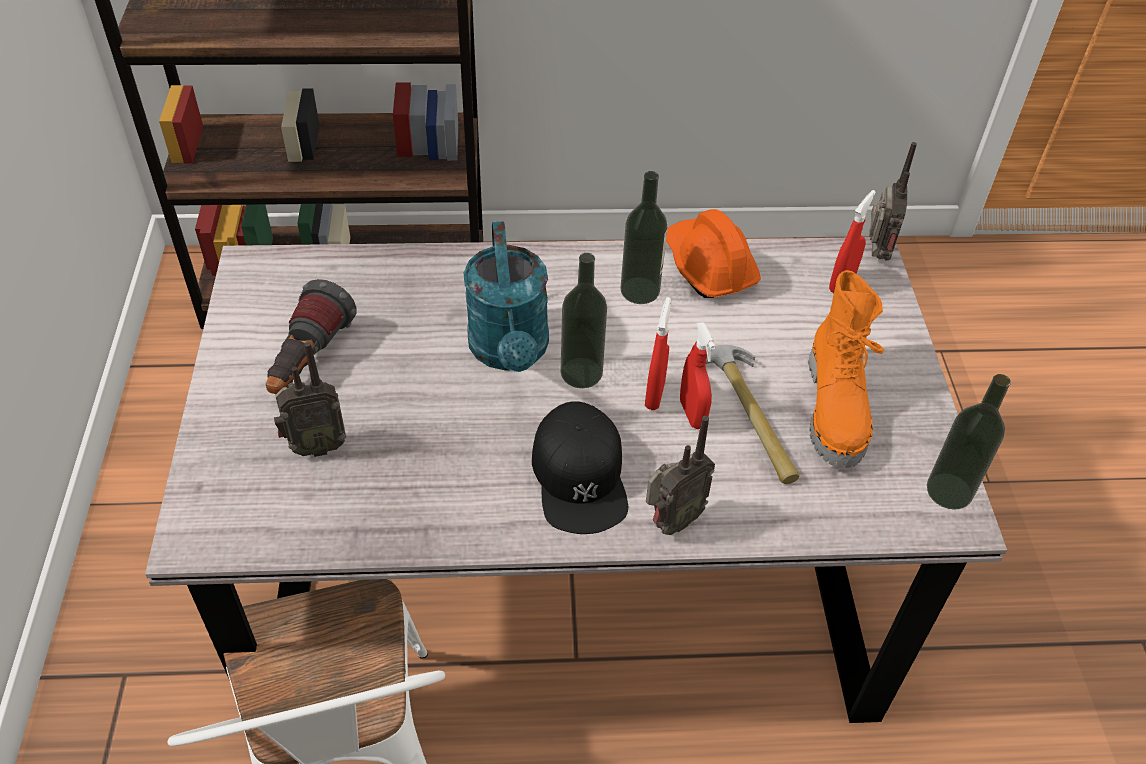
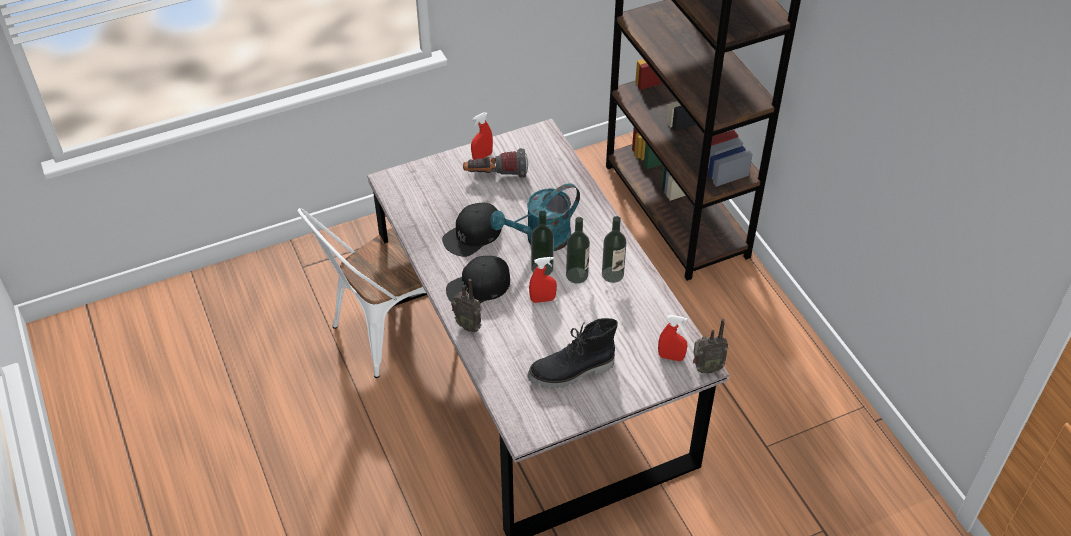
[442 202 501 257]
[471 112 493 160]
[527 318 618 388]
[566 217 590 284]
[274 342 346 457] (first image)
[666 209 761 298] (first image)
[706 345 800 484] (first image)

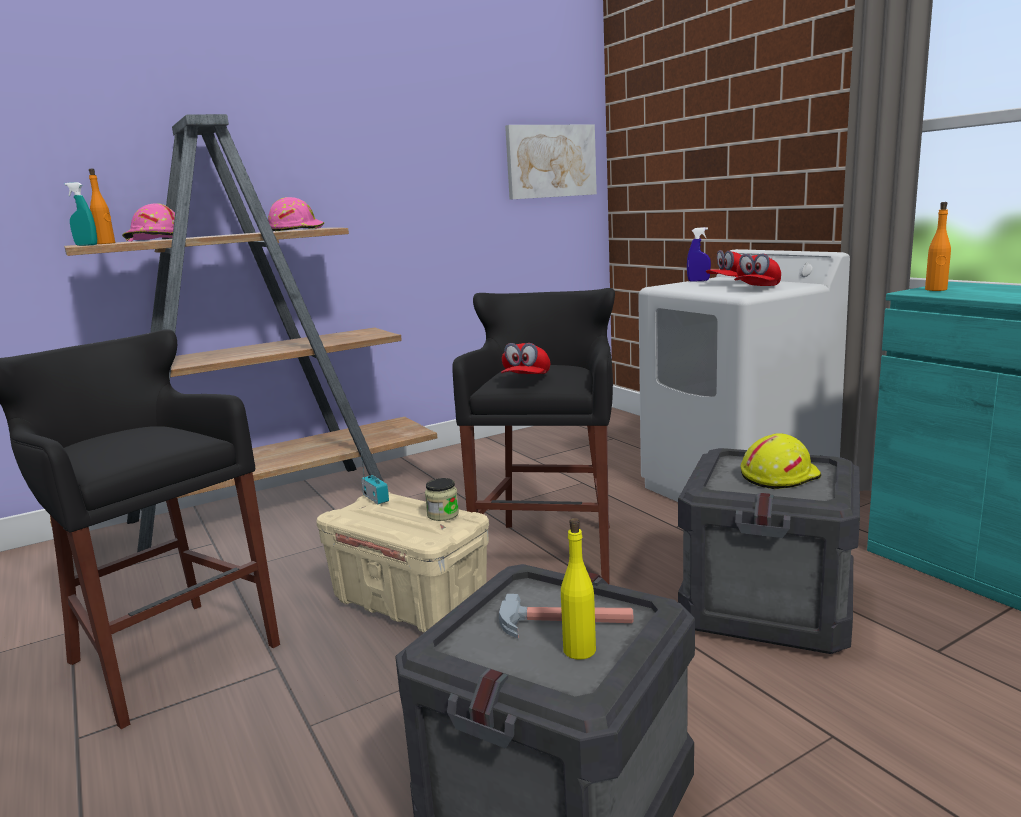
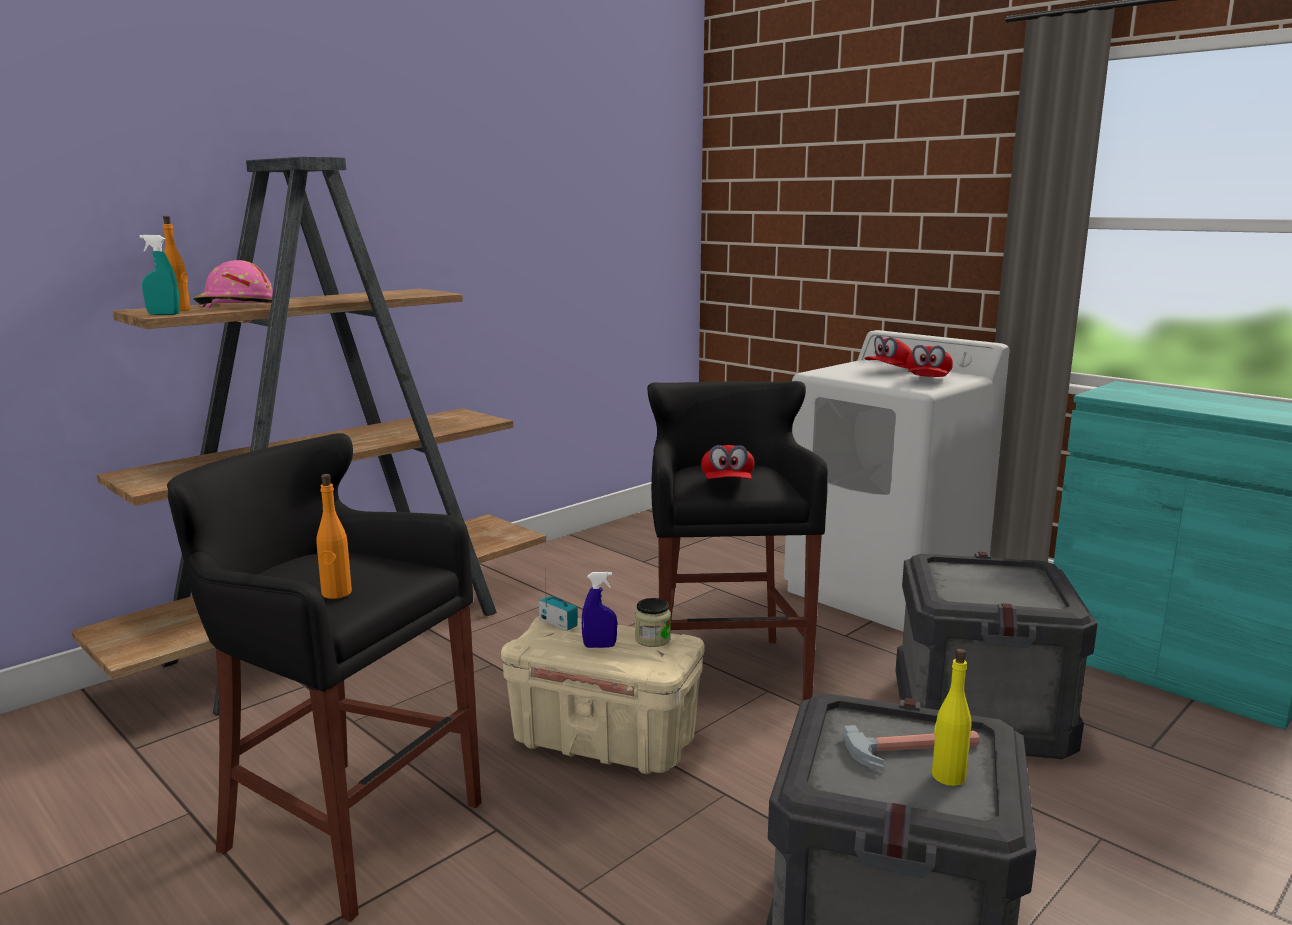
[316 474 352 599]
[582 572 617 648]
[268 197 324 231] (first image)
[505 125 597 200] (first image)
[741 433 822 489] (first image)

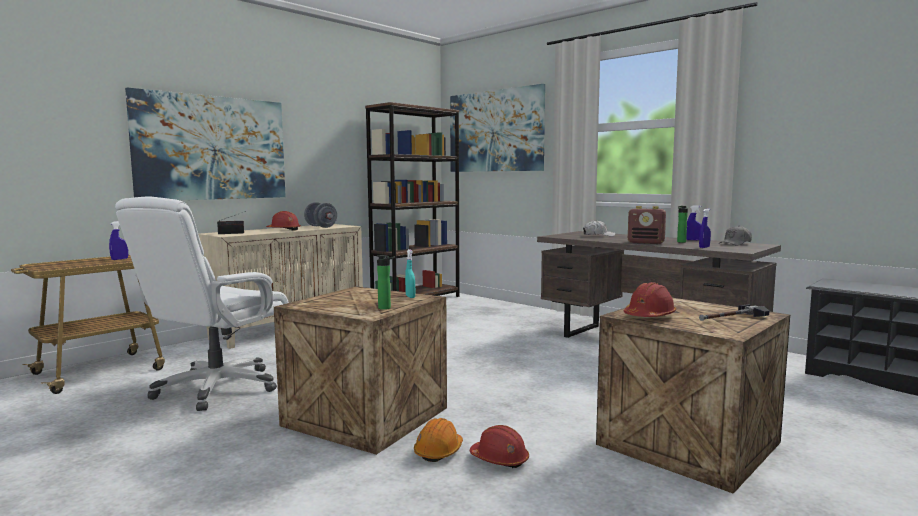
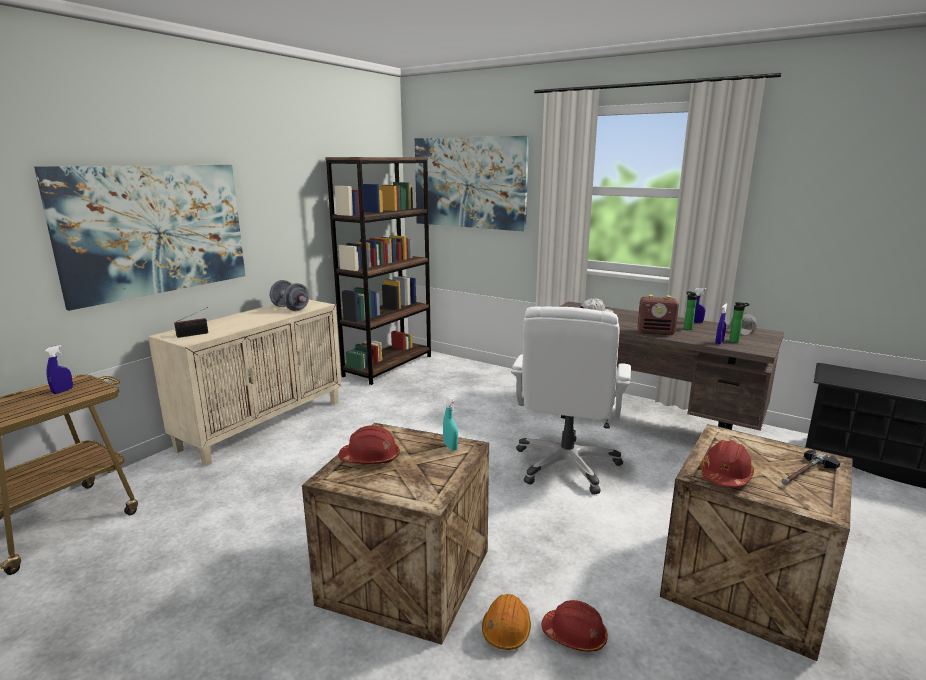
[338 425 400 464]
[511 307 631 495]
[729 302 750 343]

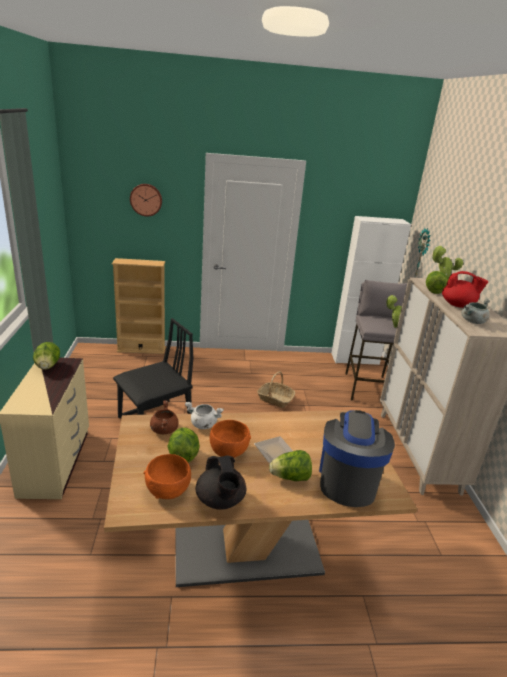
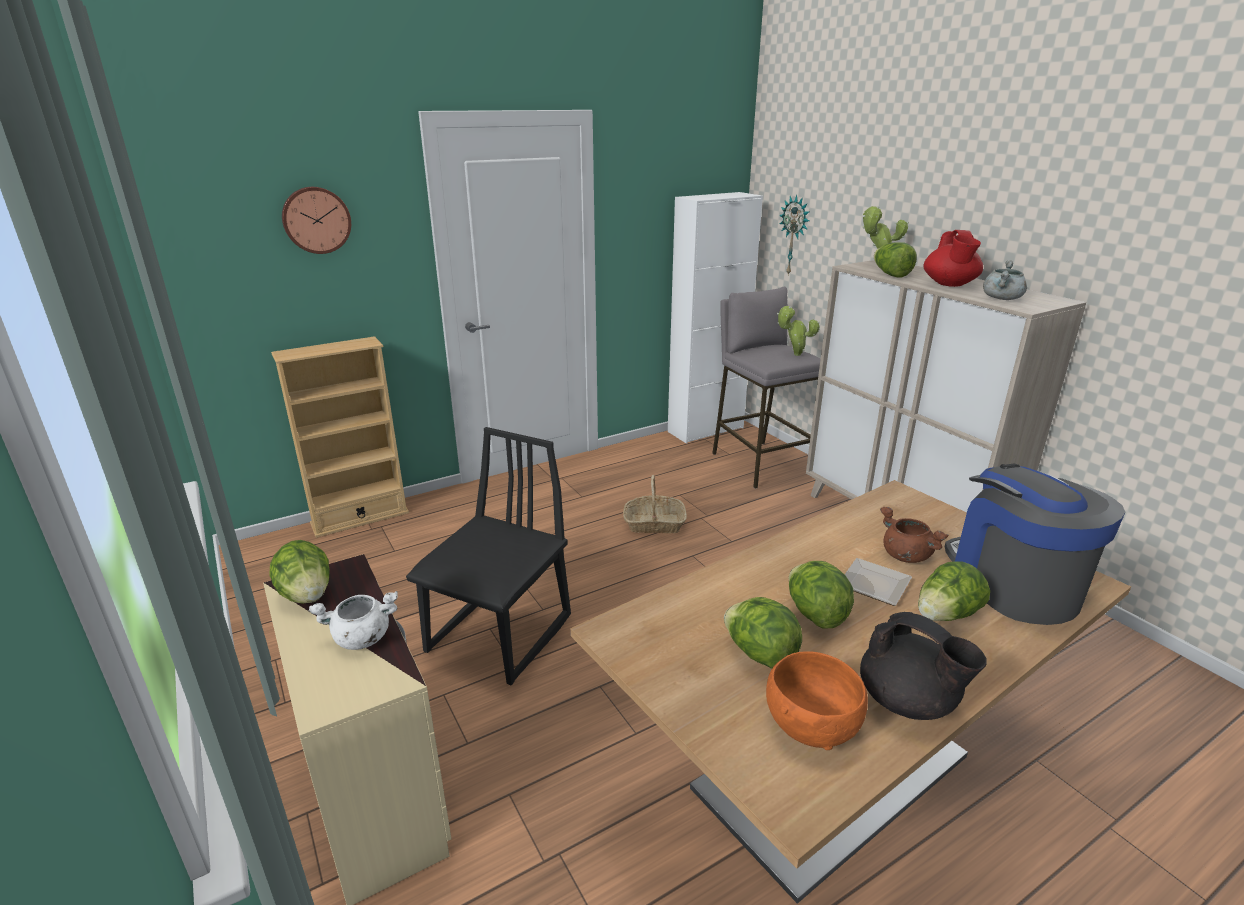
[308 591 398 650]
[789 561 854 629]
[880 507 949 563]
[923 230 983 287]

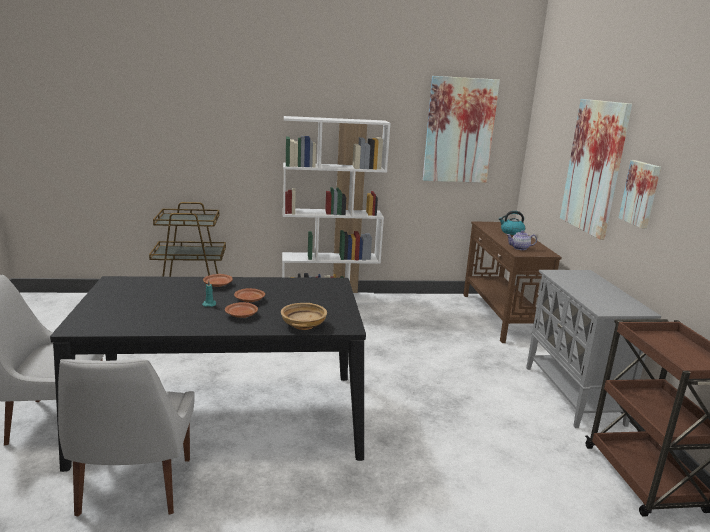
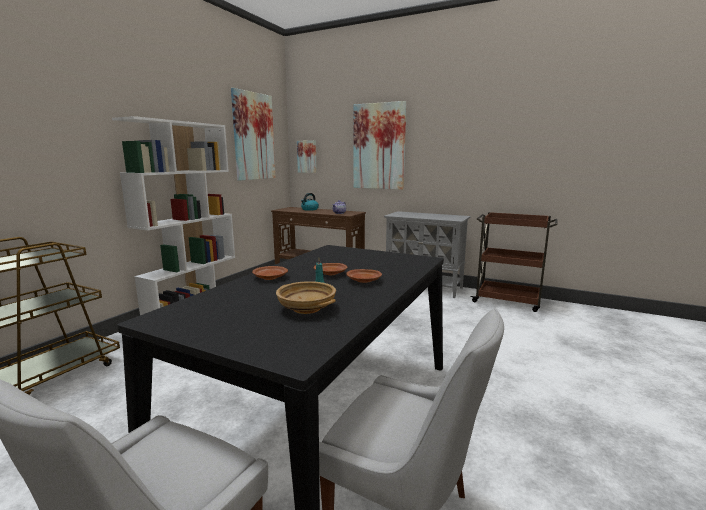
[276 281 336 314]
[297 140 317 173]

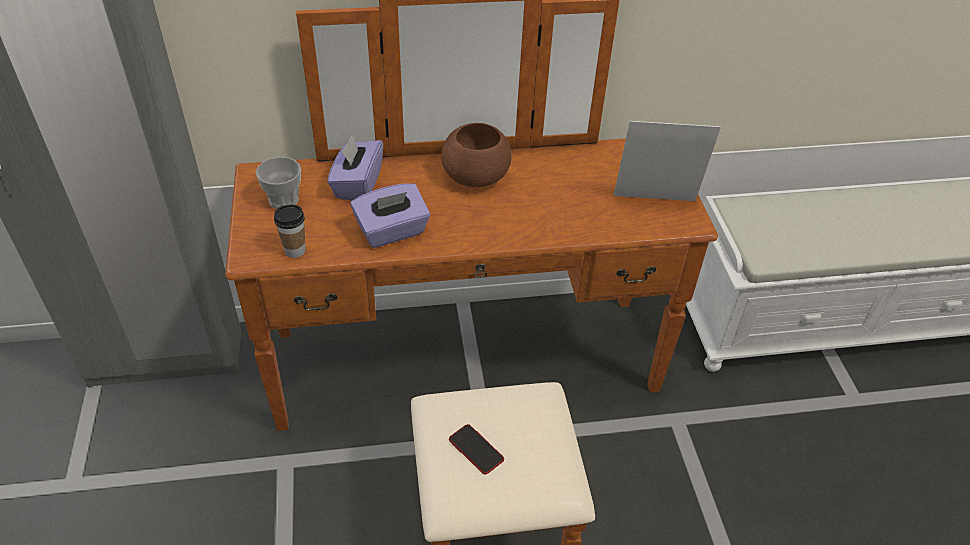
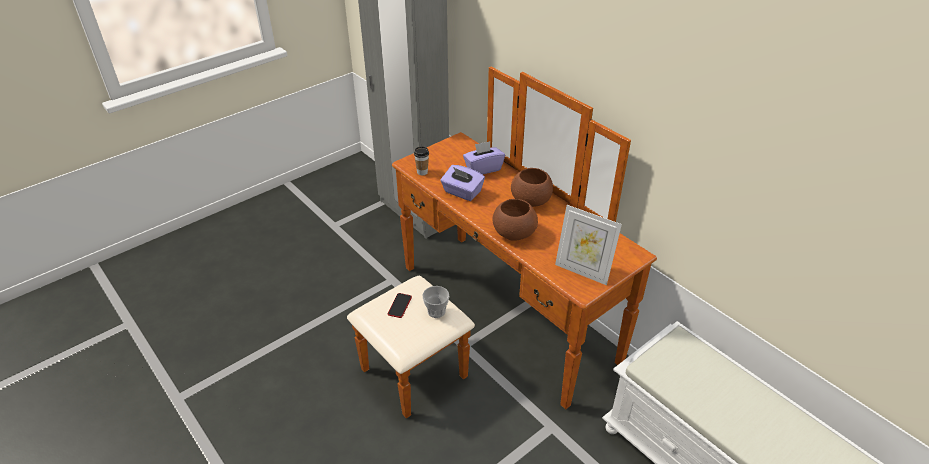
[422 286 449 318]
[493 199 538 241]
[555 205 622 285]

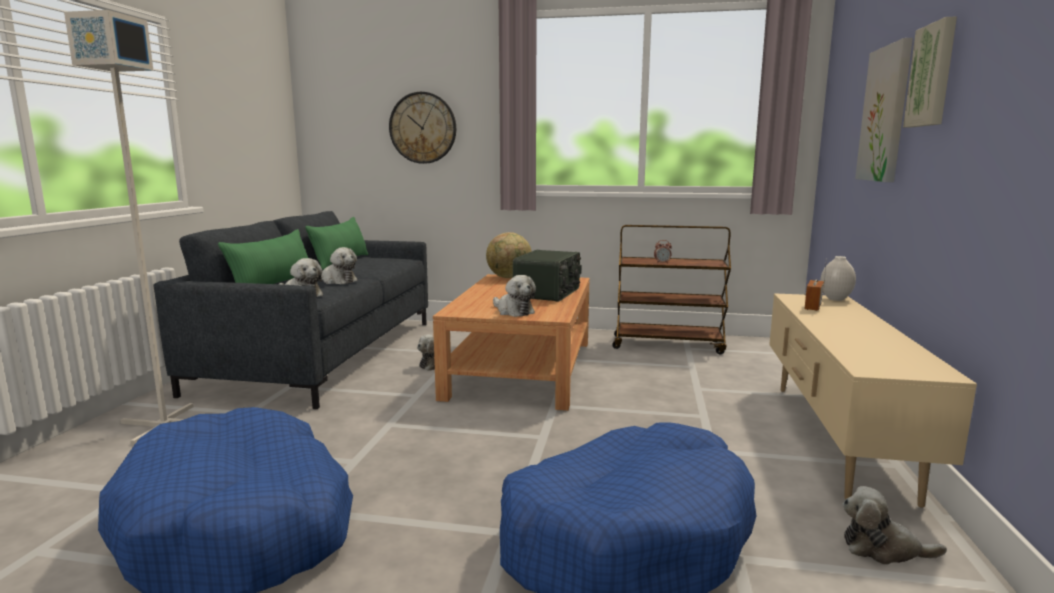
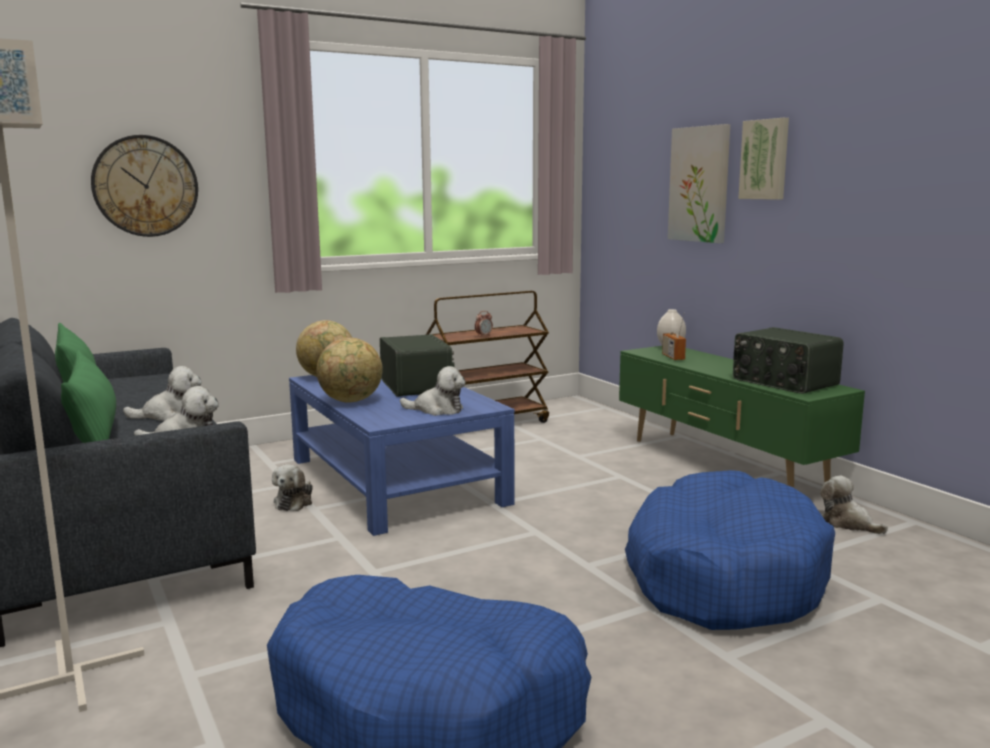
[289 375 515 536]
[316 338 383 403]
[619 346 865 488]
[733 327 844 394]
[820 476 888 534]

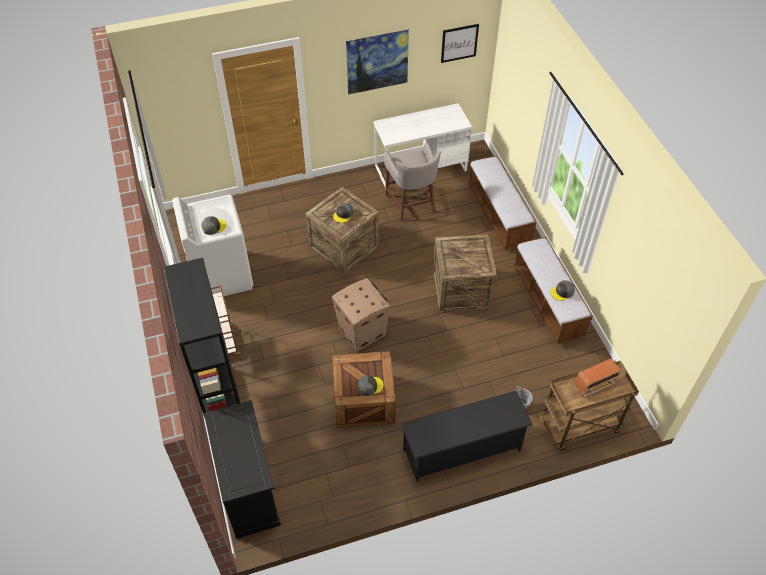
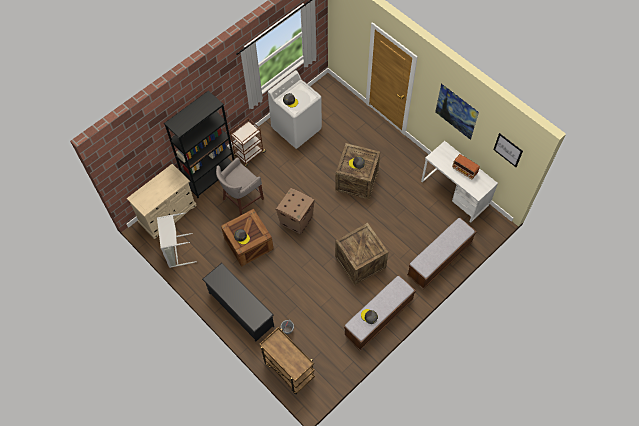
[127 164 197 239]
[157 213 197 268]
[216 157 264 216]
[452 154 480 179]

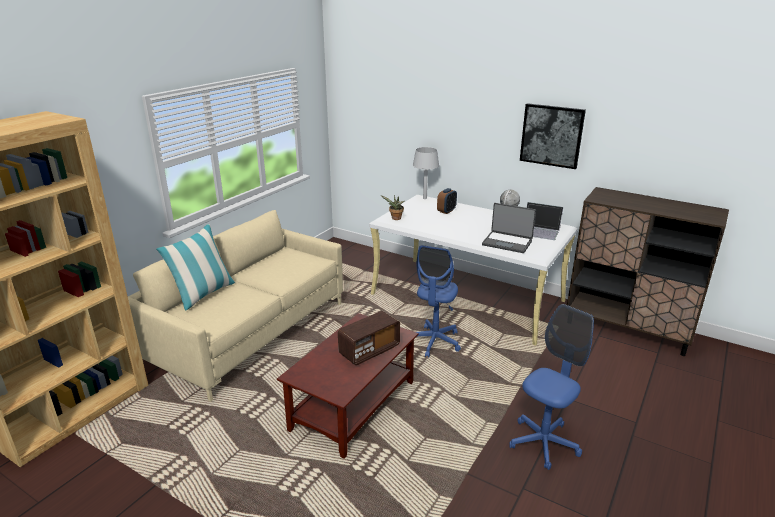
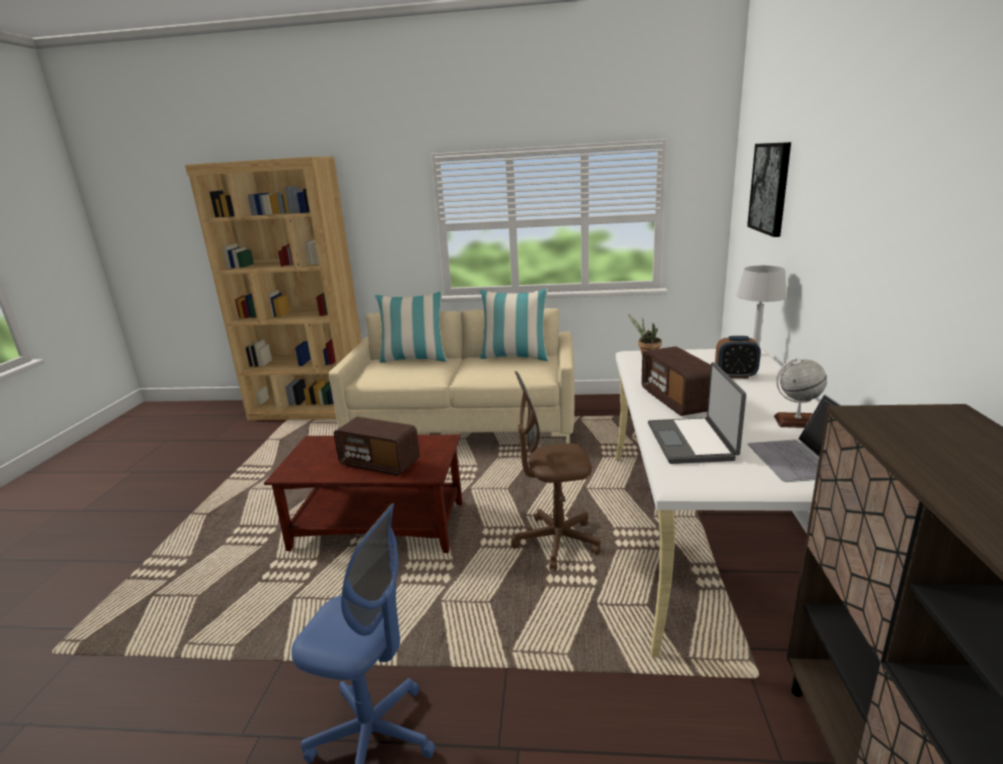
[479 289 549 361]
[511 371 601 571]
[641 346 711 416]
[747 142 791 237]

